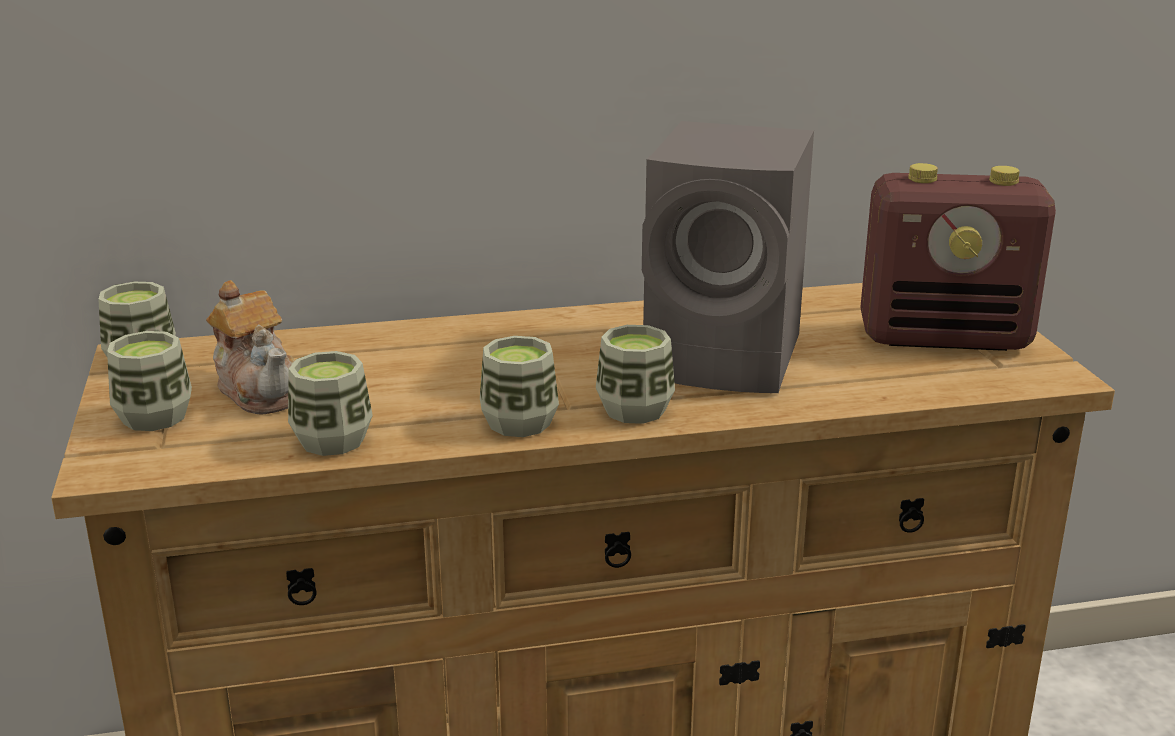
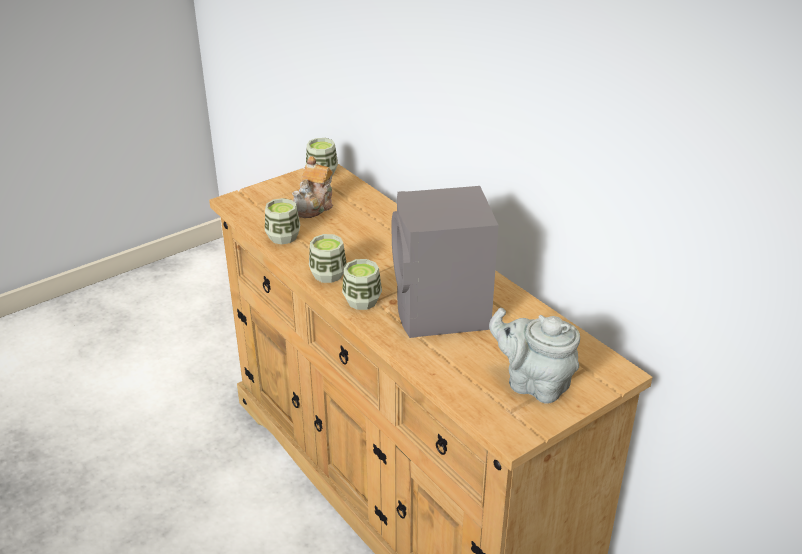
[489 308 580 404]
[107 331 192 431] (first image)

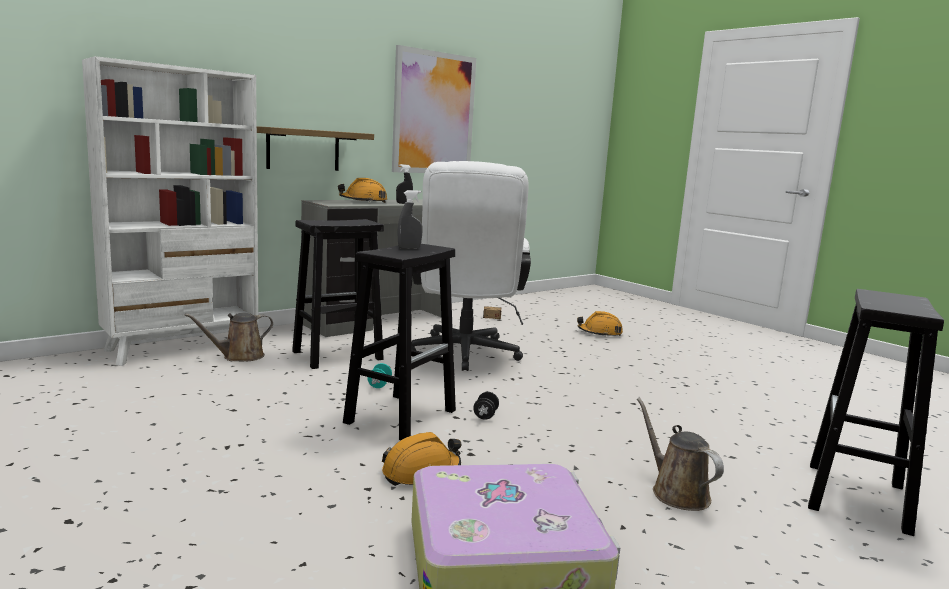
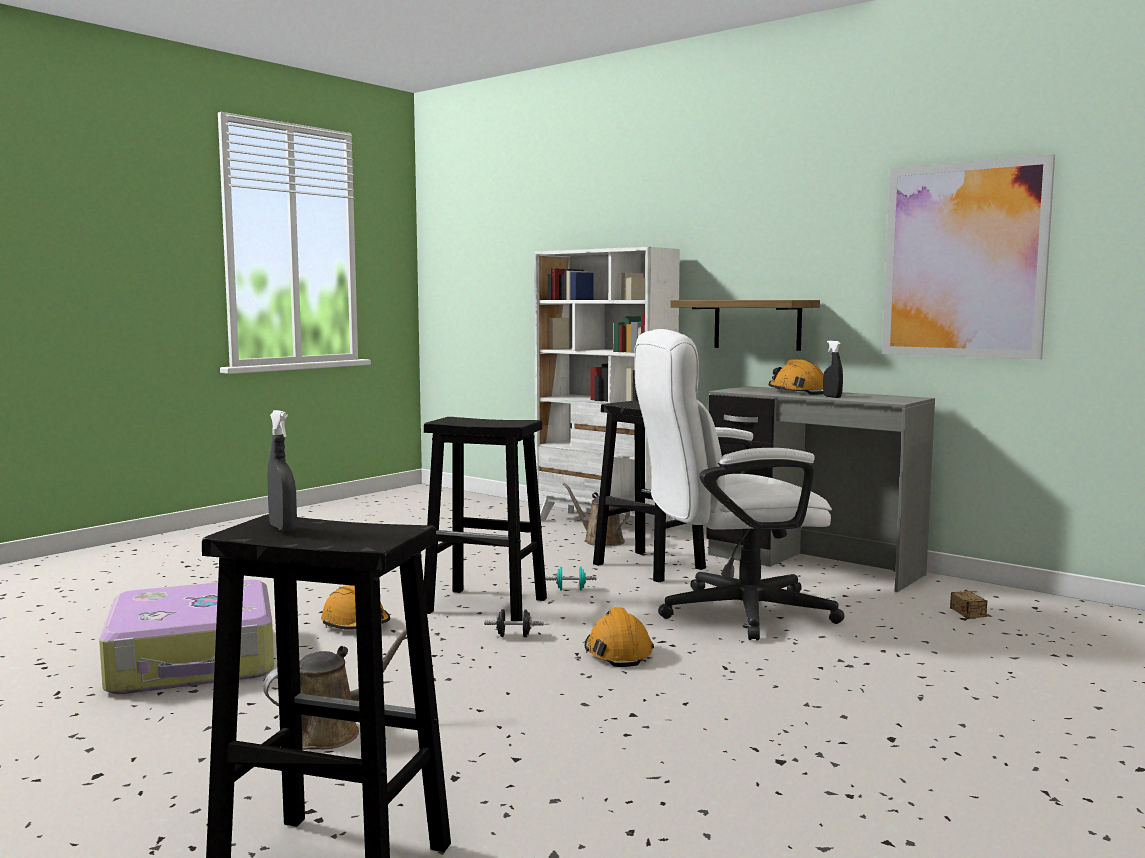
[267 410 297 531]
[585 607 654 667]

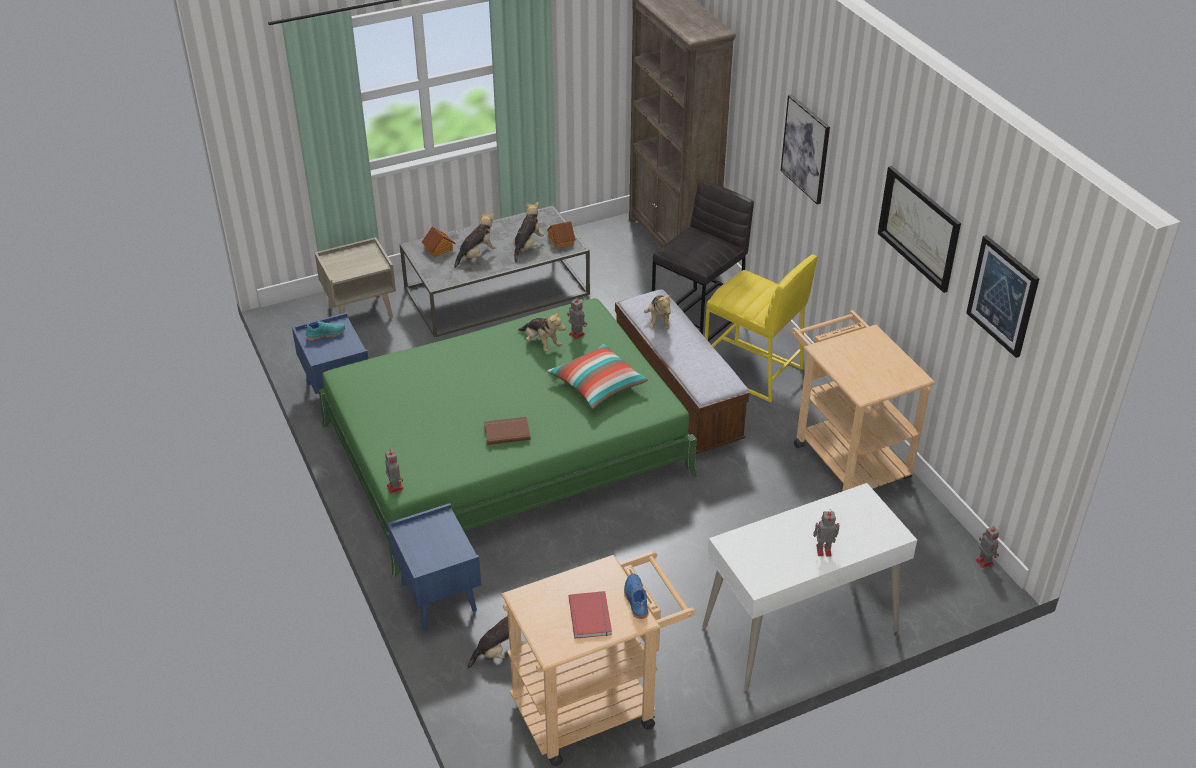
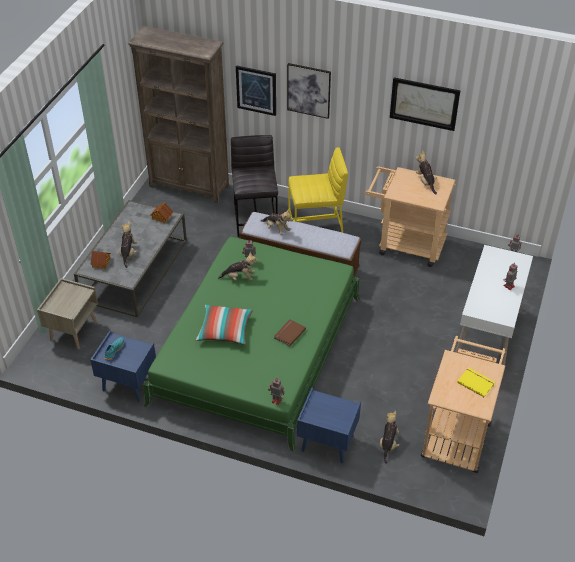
[196 305 253 345]
[236 65 276 116]
[416 151 437 194]
[457 368 495 397]
[624 573 649 619] (first image)

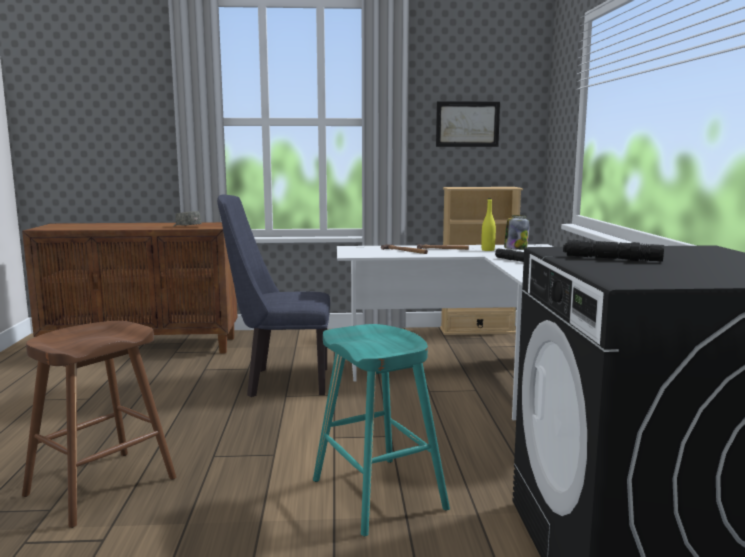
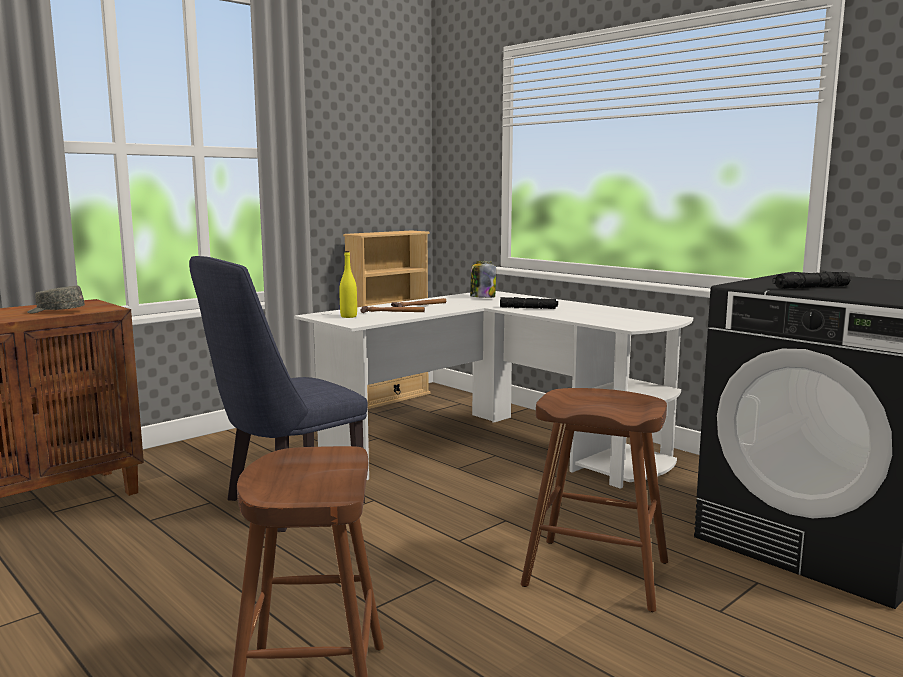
[339 251 357 318]
[521 388 668 612]
[436 101 500 147] (first image)

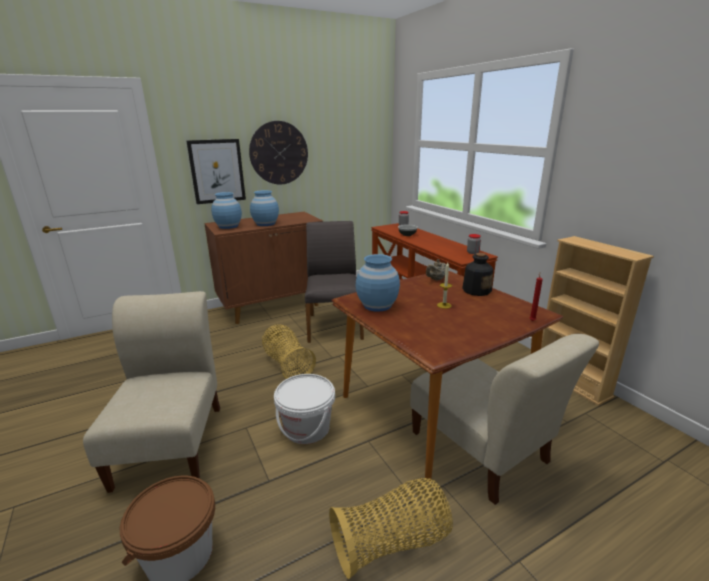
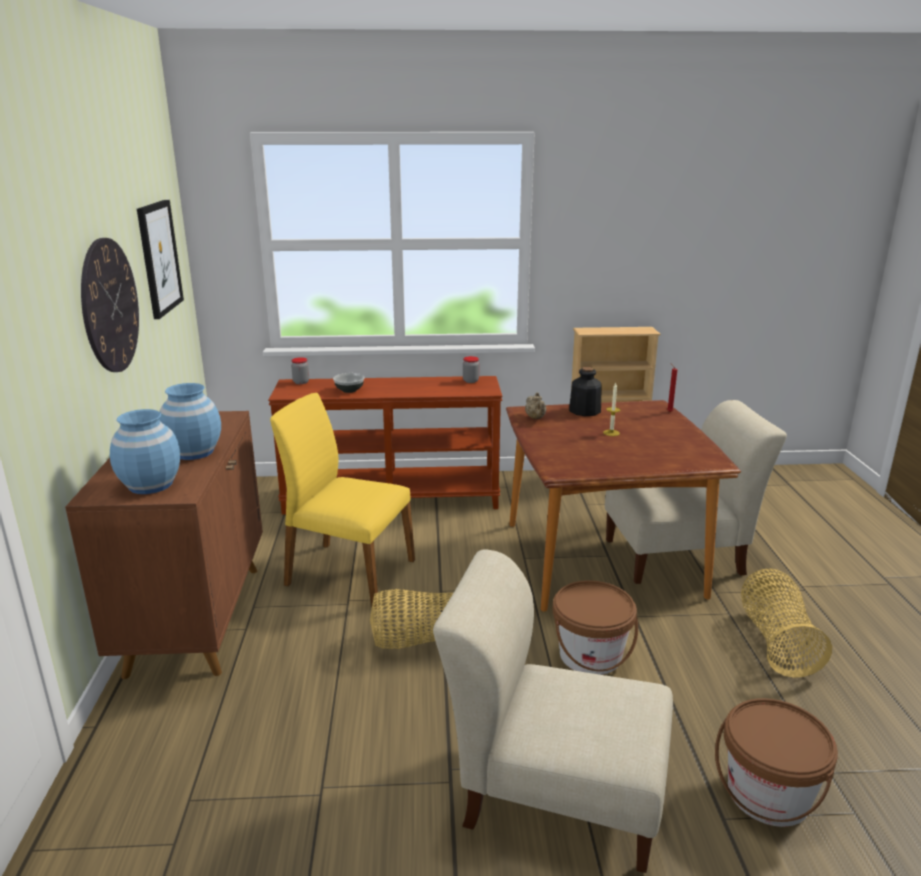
[137 200 184 319]
[270 393 415 609]
[552 580 638 675]
[356 254 400 312] (first image)

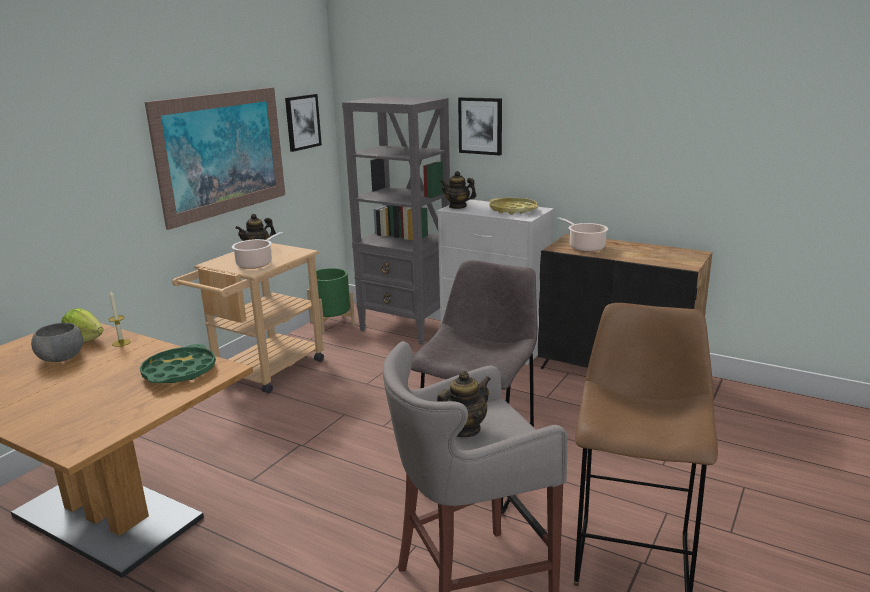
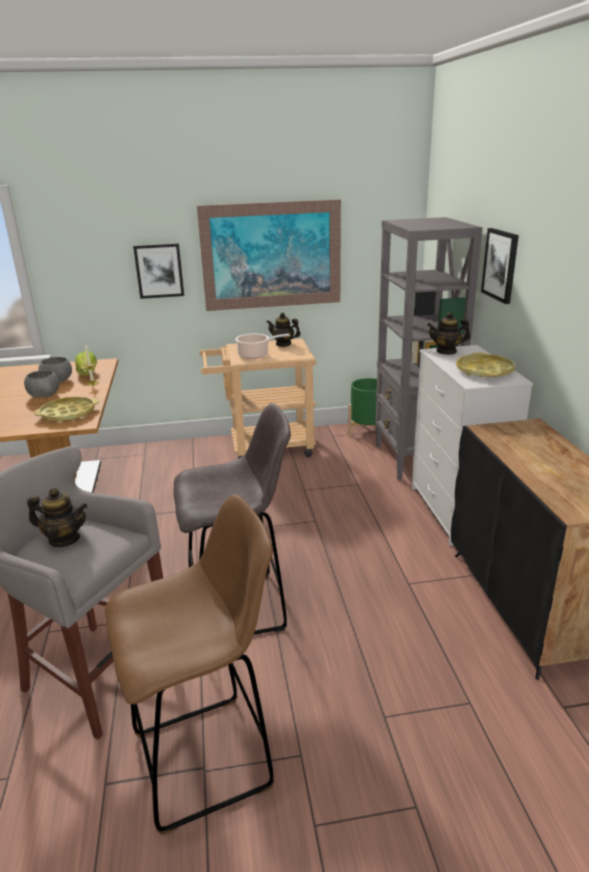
[24 370 60 398]
[34 396 99 422]
[133 243 184 299]
[427 312 470 355]
[557 217 608 252] (first image)

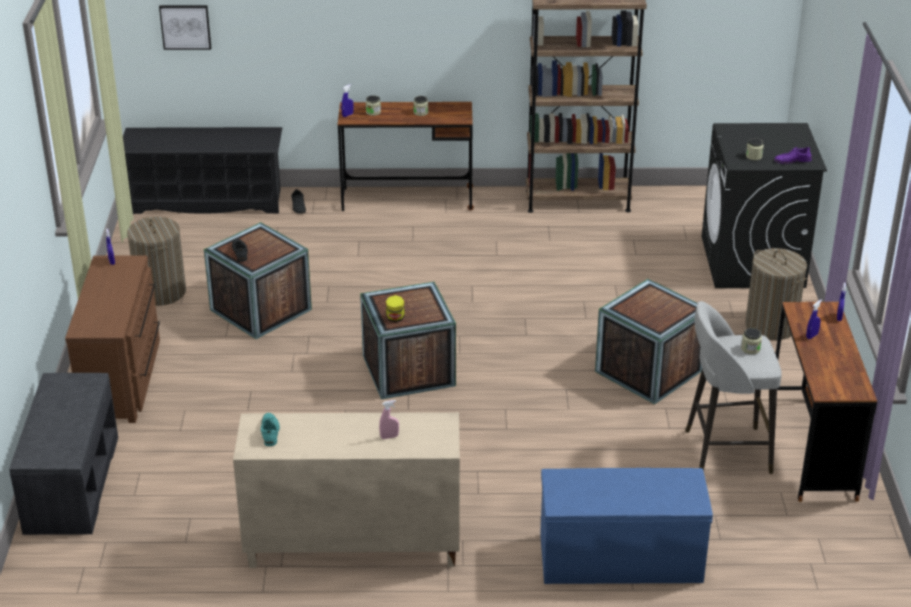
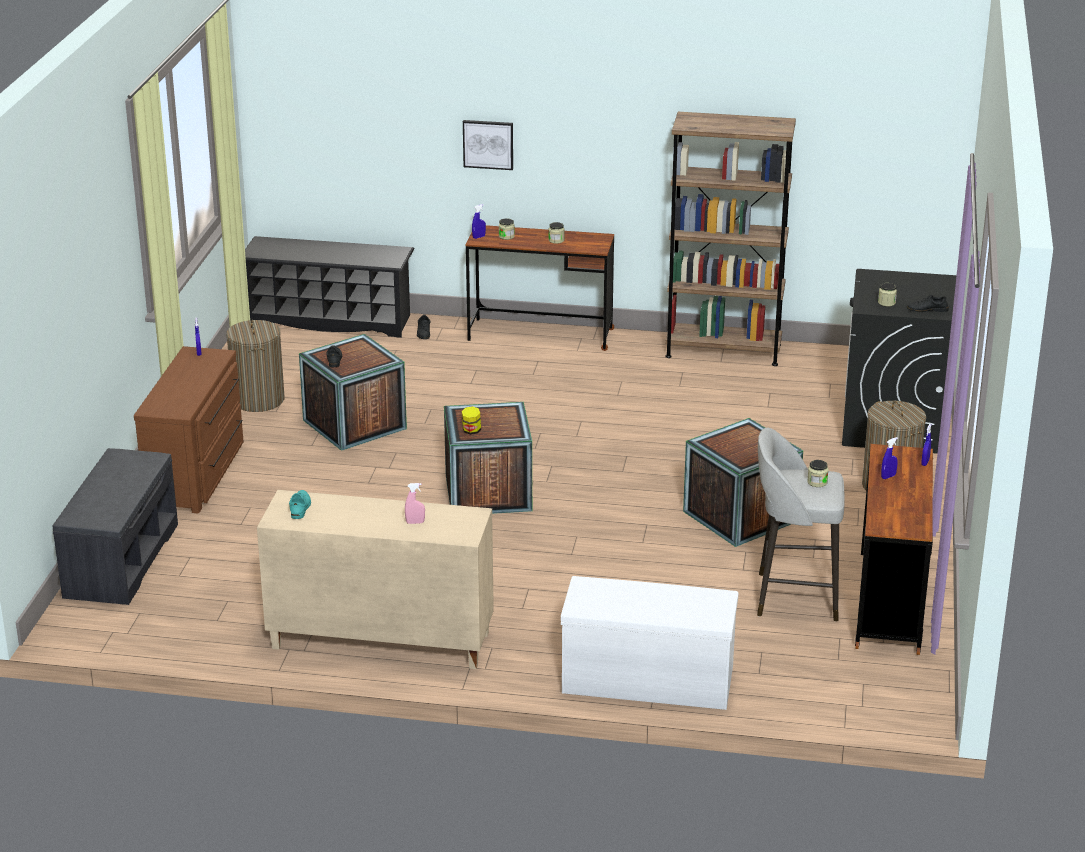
[463 120 513 170]
[561 576 738 710]
[907 295 949 312]

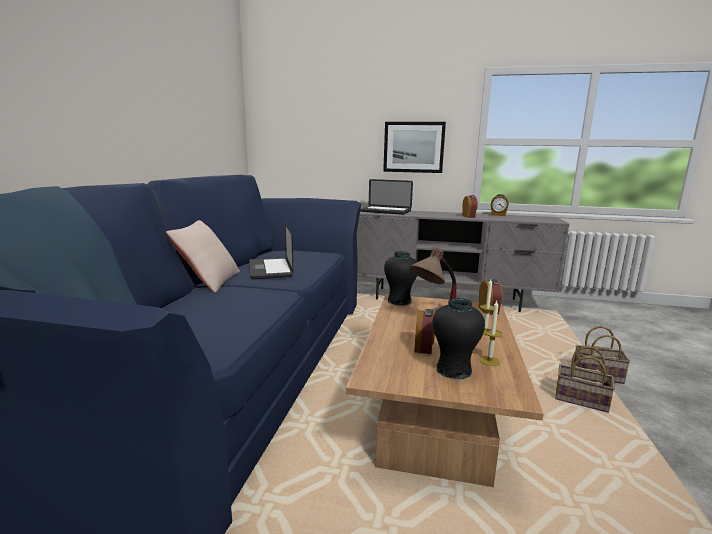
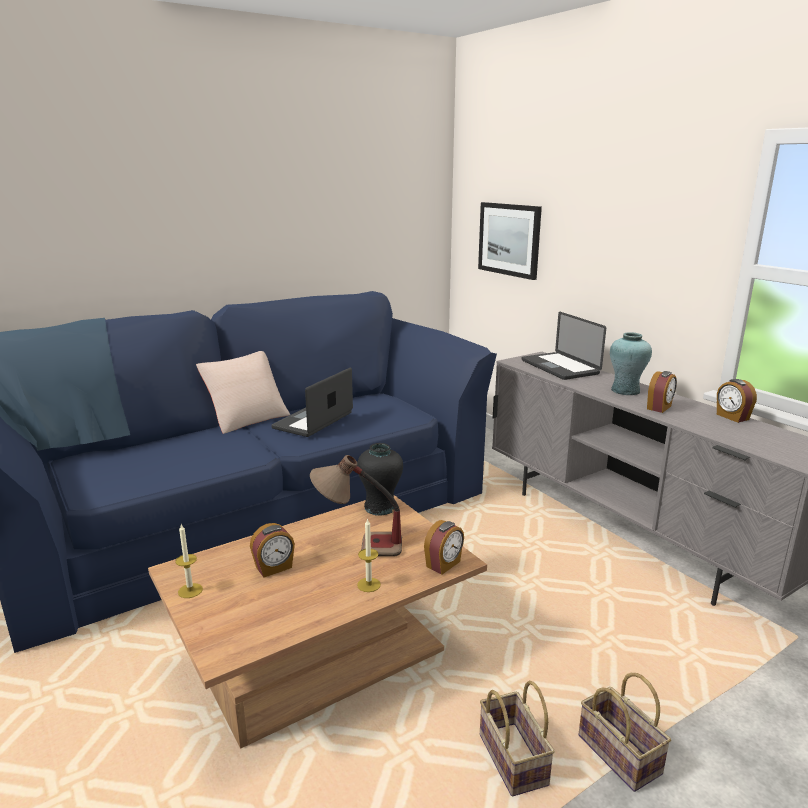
[175 524 203 598]
[478 202 542 280]
[610 332 652 395]
[433 298 485 379] (first image)

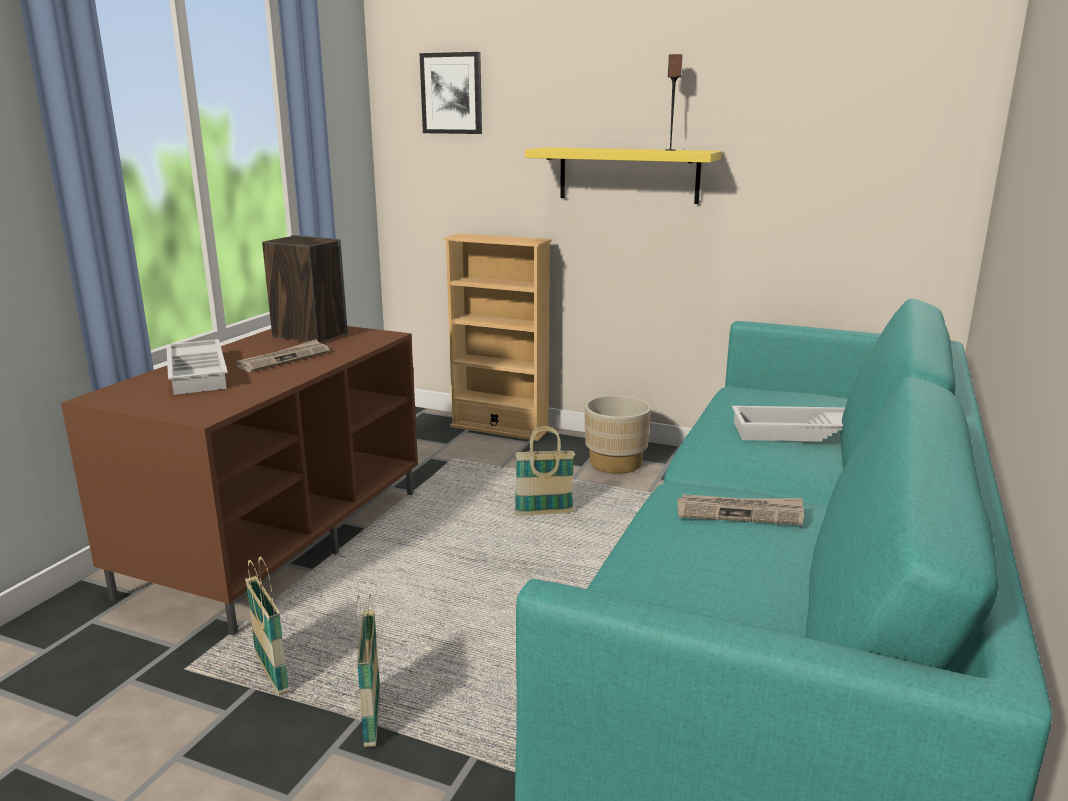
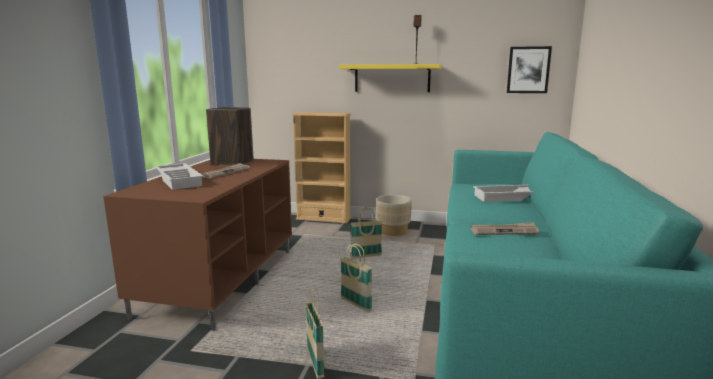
[340 244 373 312]
[507 46 552 93]

